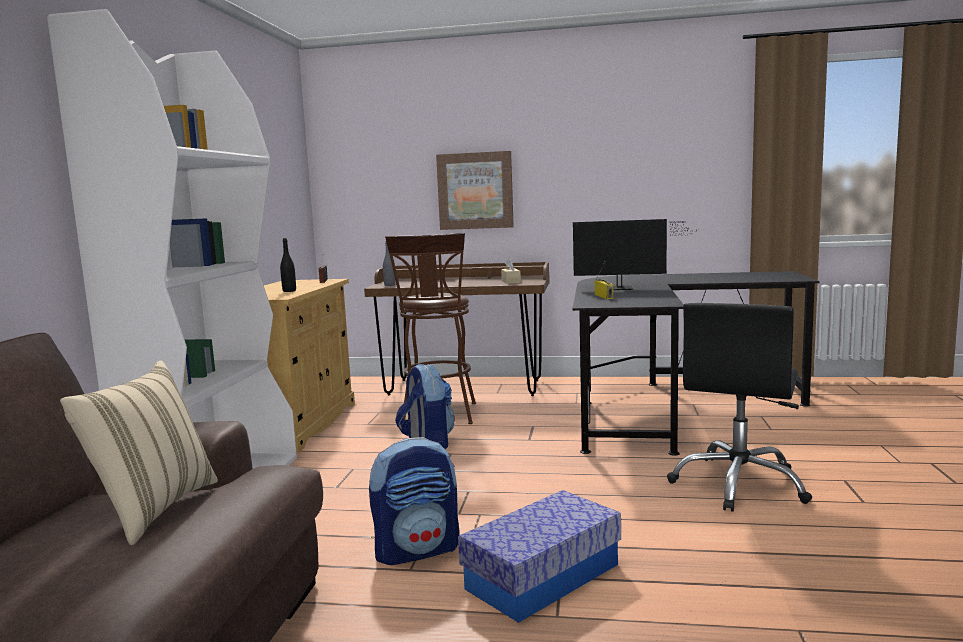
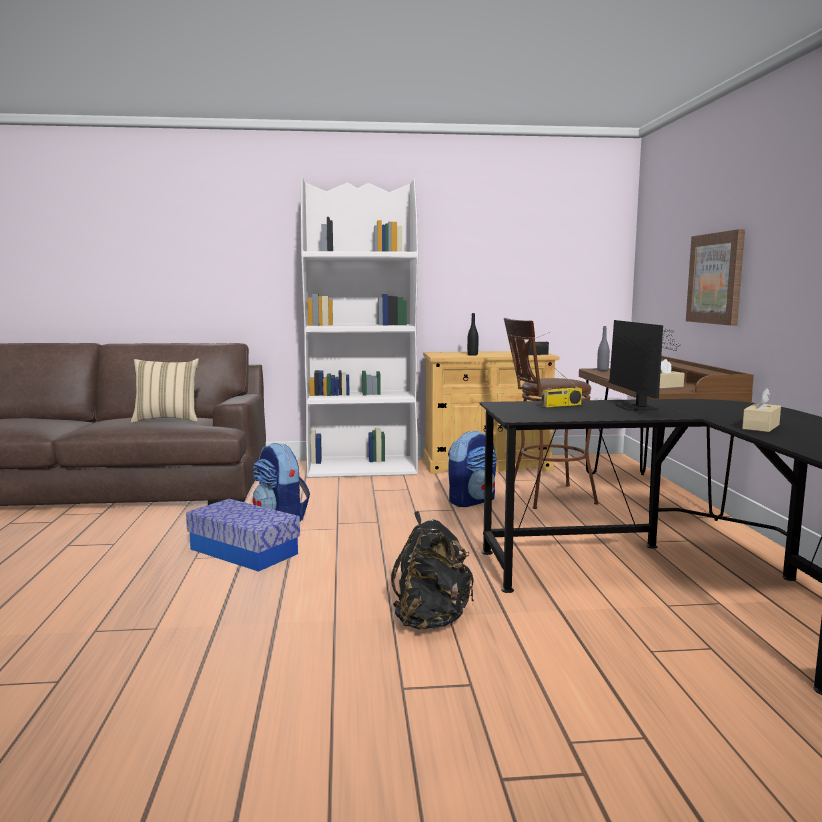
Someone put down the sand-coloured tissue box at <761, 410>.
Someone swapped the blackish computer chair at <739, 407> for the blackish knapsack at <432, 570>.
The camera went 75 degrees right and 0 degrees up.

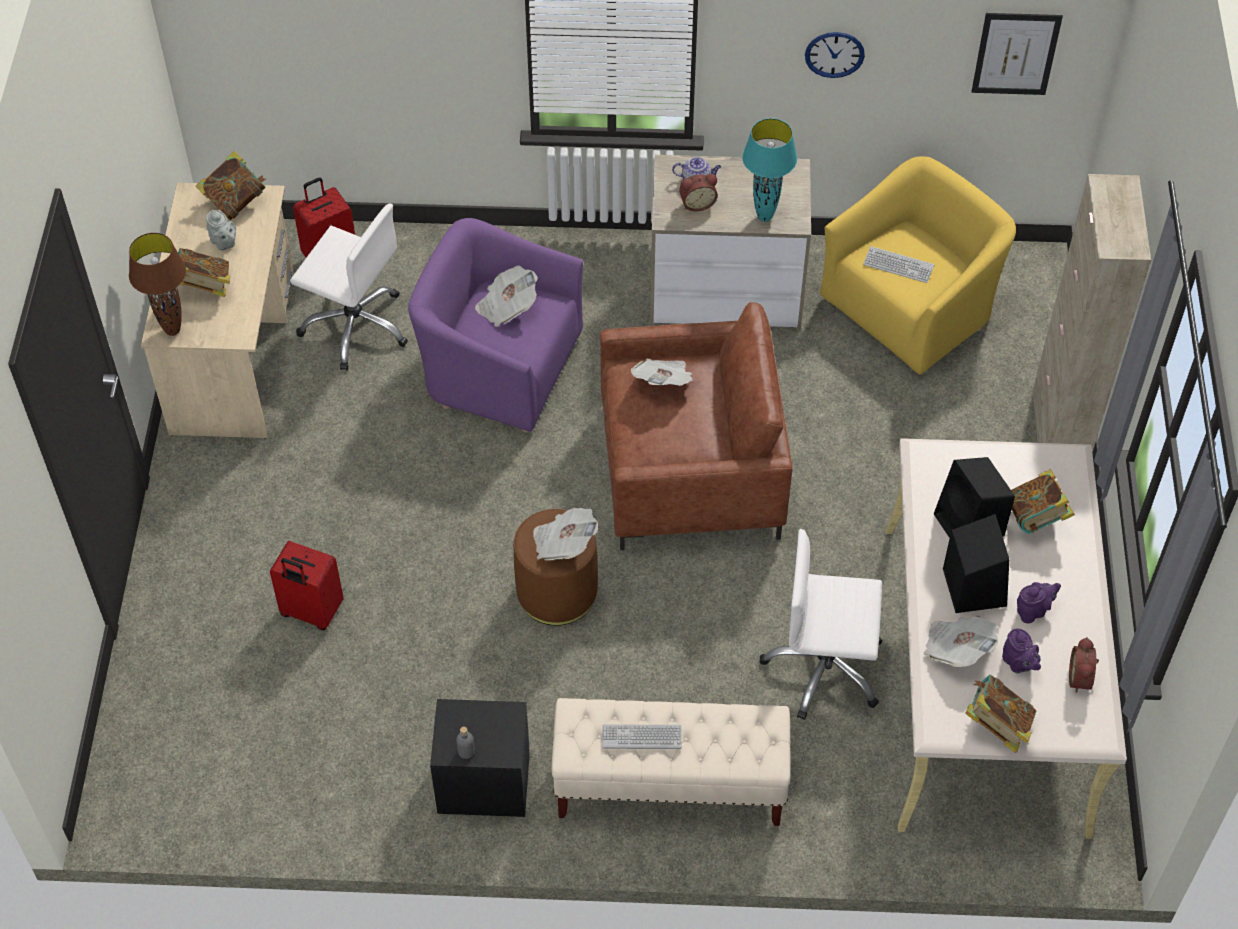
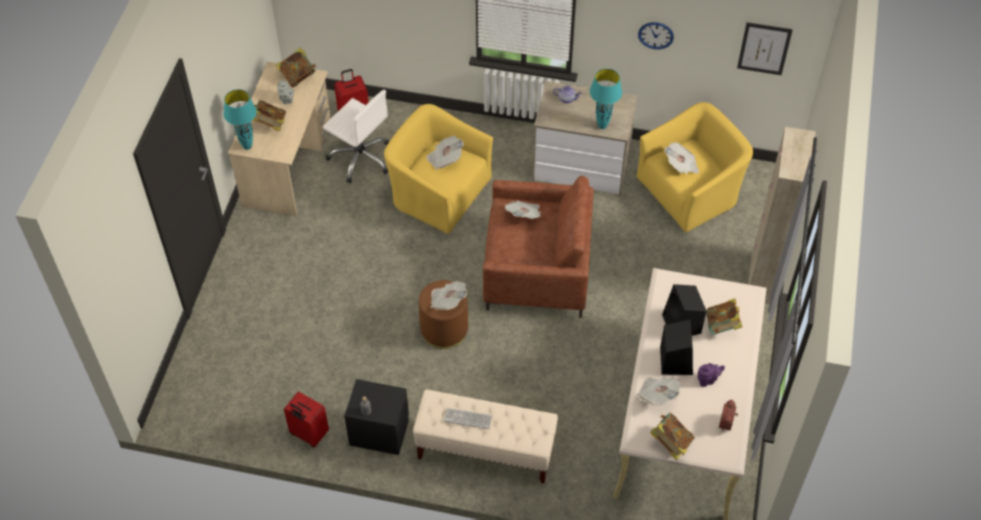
Someone took away the alarm clock at <698, 192>.
Someone took away the whitish computer chair at <821, 624>.
Someone took away the purple pot for tea at <1021, 650>.
Someone carried the reddish suitcase from <307, 585> to <306, 419>.
Someone swapped the PC keyboard at <898, 264> for the daily paper at <682, 158>.
Someone repainted the brownish lamp for a table at <157, 284>, which became the turquoise-coloured lamp for a table at <240, 119>.
Someone repainted the purple lounge chair at <495, 325>, which became the yellowish lounge chair at <438, 169>.
The camera went 10 degrees right and 0 degrees up.

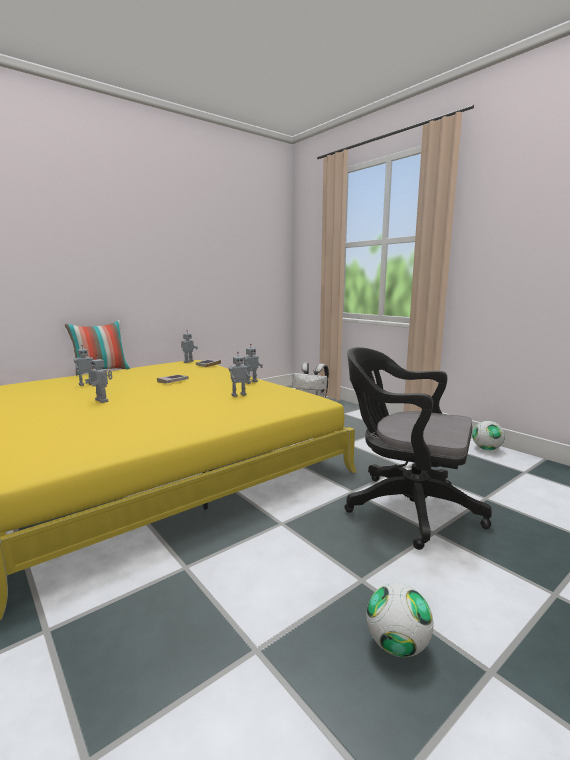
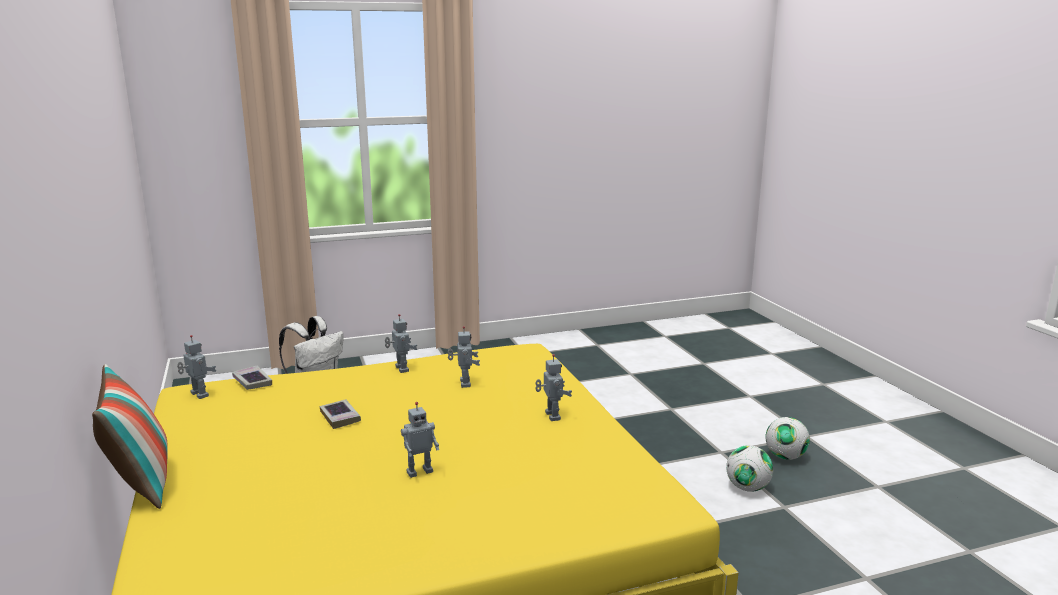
Someone took away the blackish computer chair at <418, 448>.
Someone carried the toy robot from <84, 365> to <553, 387>.
Someone carried the football ball from <488, 435> to <749, 468>.
The camera went 70 degrees left and 5 degrees up.

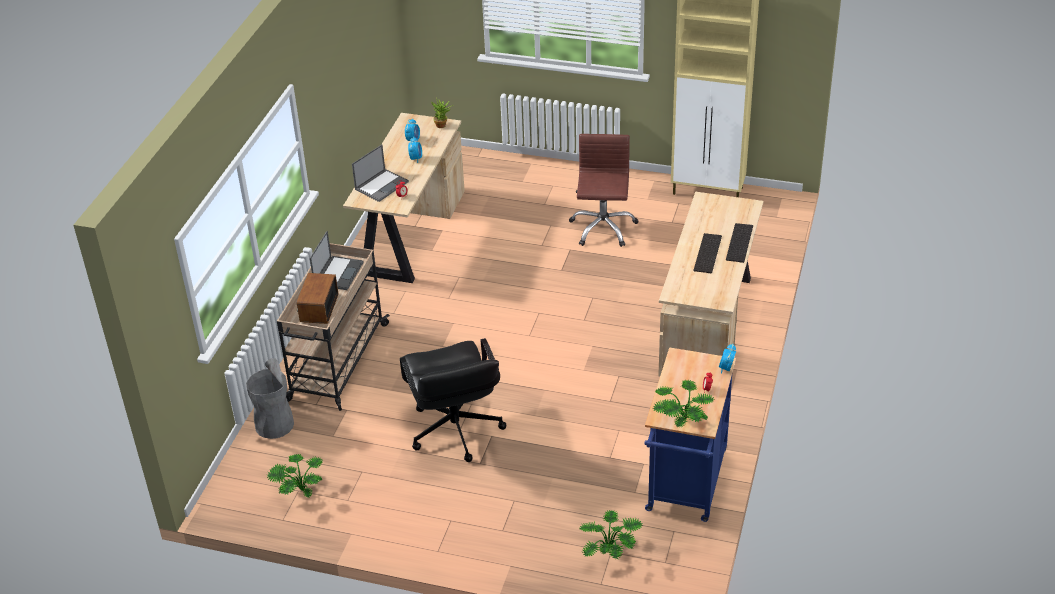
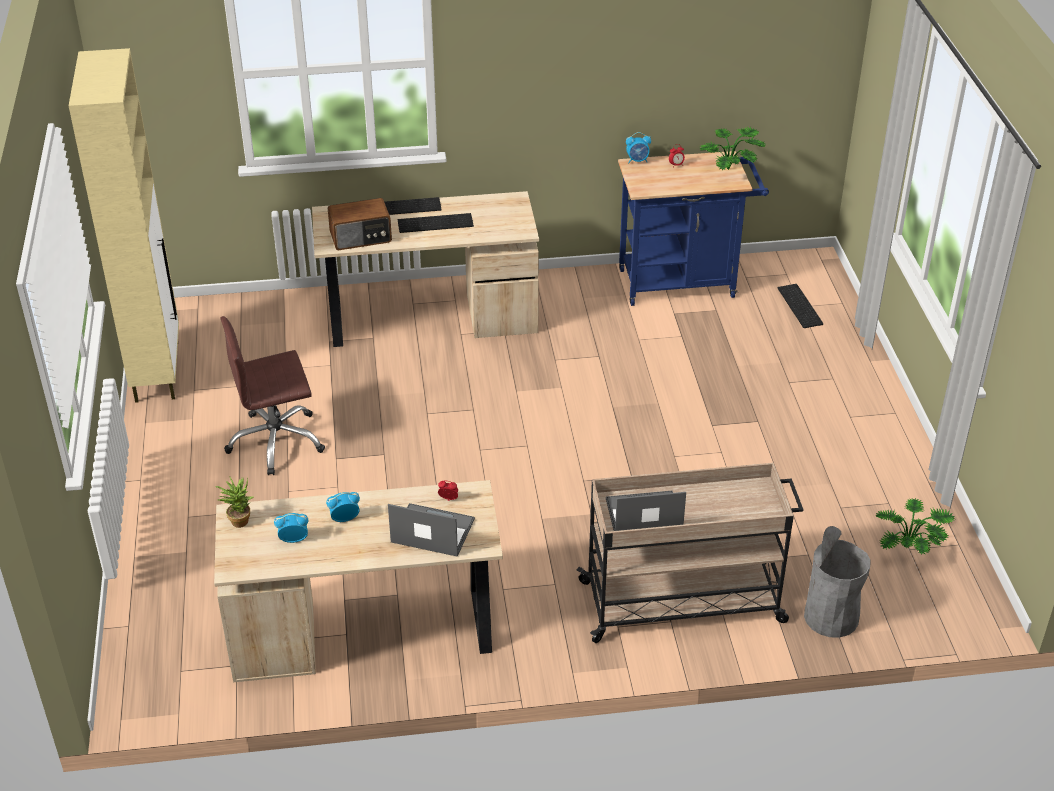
Someone took away the blackish computer chair at <453, 400>.
Someone carried the radio receiver from <317, 298> to <360, 224>.
Someone swapped the houseplant at <611, 534> for the PC keyboard at <800, 306>.
The camera went 115 degrees left and 0 degrees up.

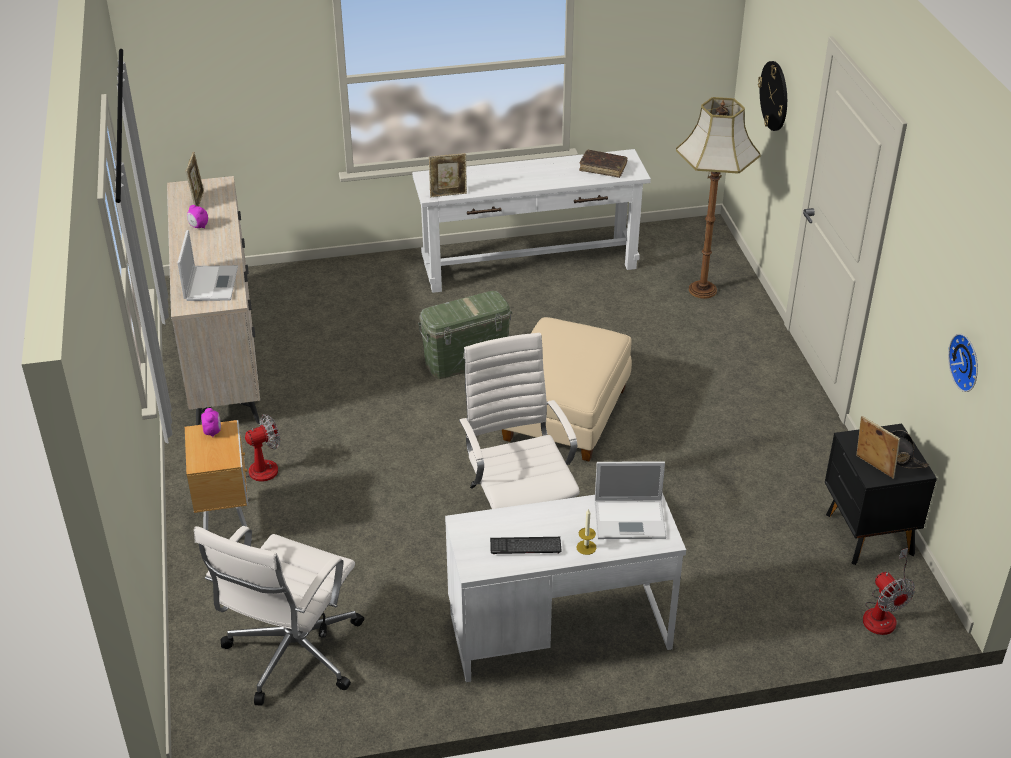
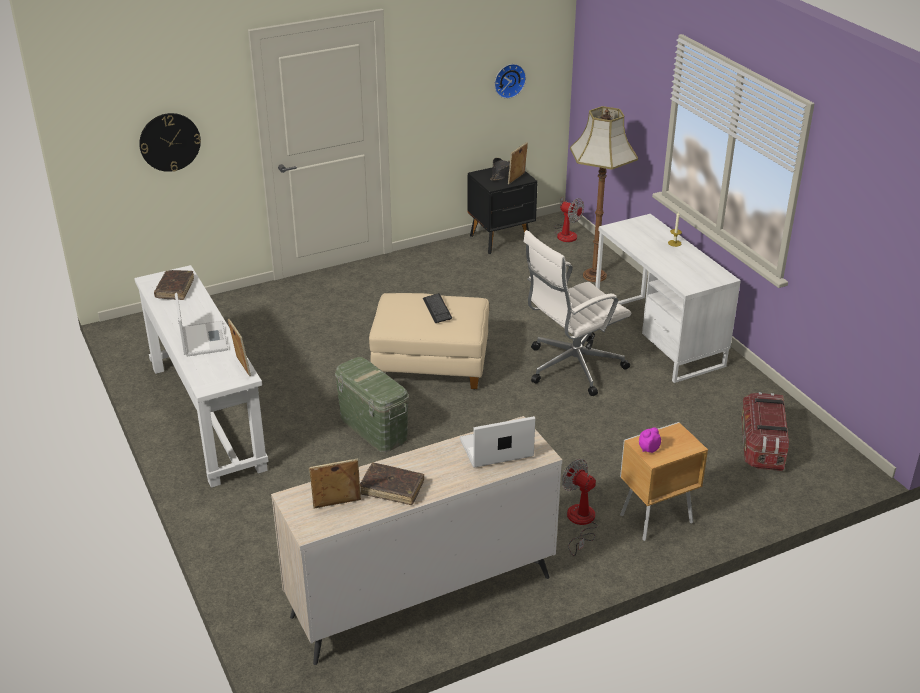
Someone carried the PC keyboard from <526, 546> to <437, 308>.
Someone carried the portable computer from <630, 500> to <201, 325>.
Someone carried the standing lamp from <718, 198> to <604, 194>.
Someone swapped the alarm clock at <197, 217> for the brownish book at <392, 484>.
Someone swapped the whitish computer chair at <279, 616> for the storage box at <765, 431>.
Someone rotated the fan at <889, 591> by 75 degrees clockwise.
The camera went 105 degrees left and 5 degrees down.

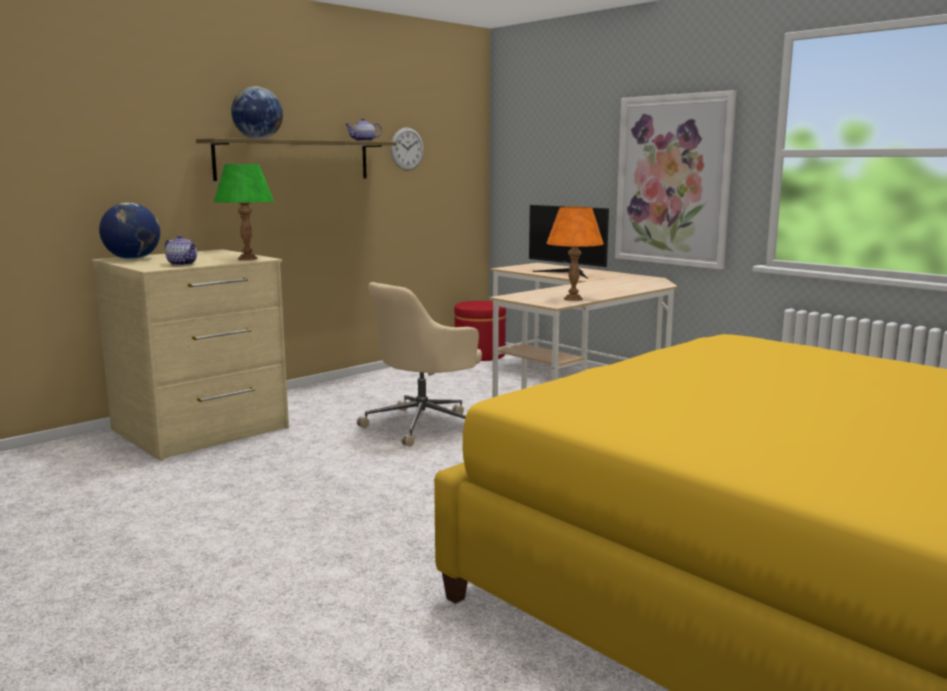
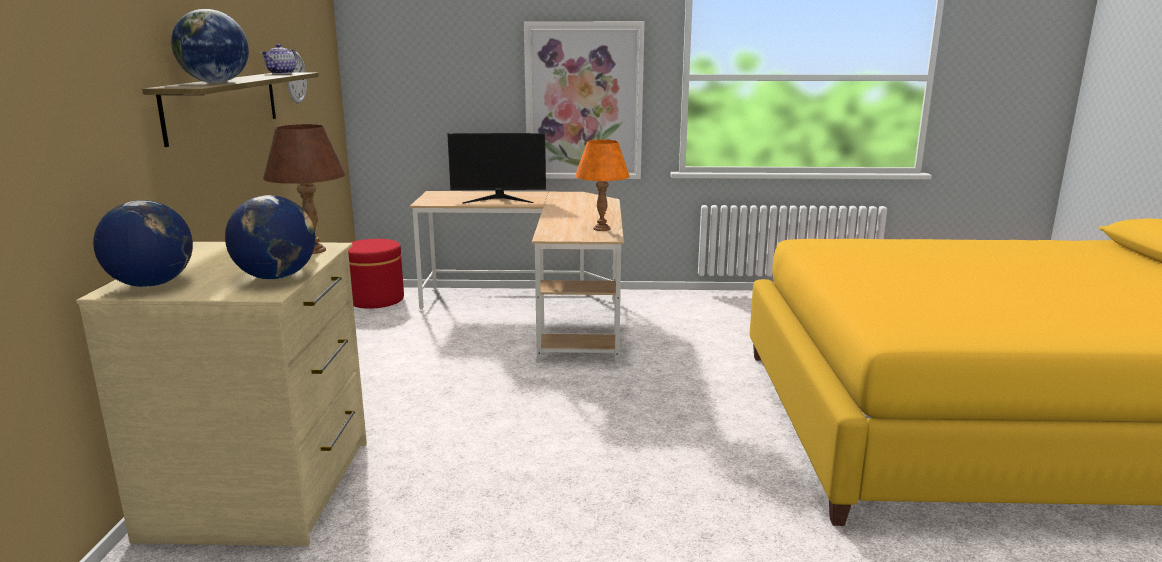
Someone took away the sand-coloured computer chair at <419, 364>.
Someone swapped the pot for tea at <181, 250> for the world globe at <270, 237>.
Someone repainted the greenish lamp for a table at <244, 212>, which became the brownish lamp for a table at <304, 189>.
The camera went 45 degrees left and 5 degrees up.

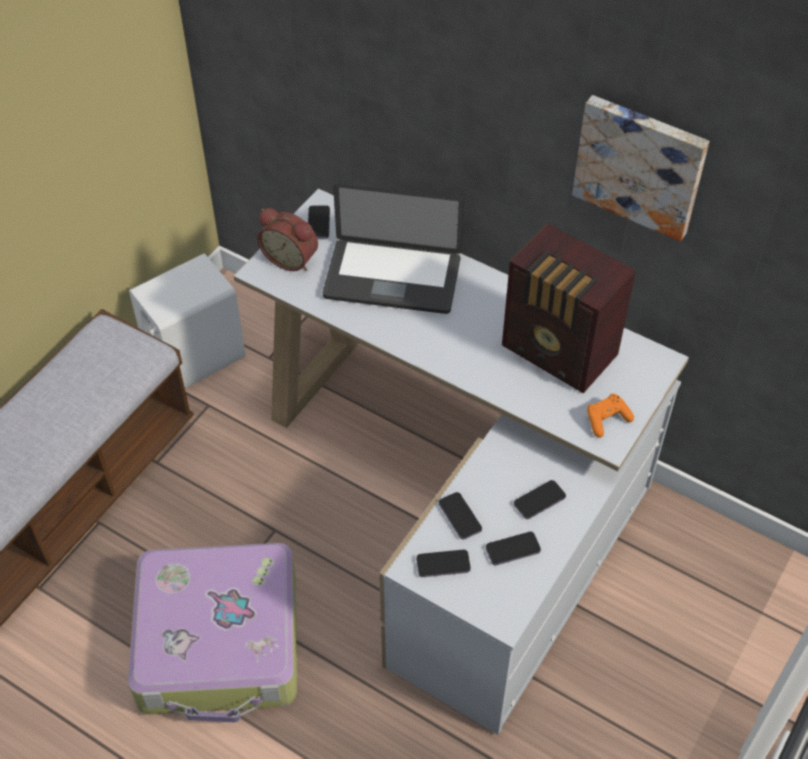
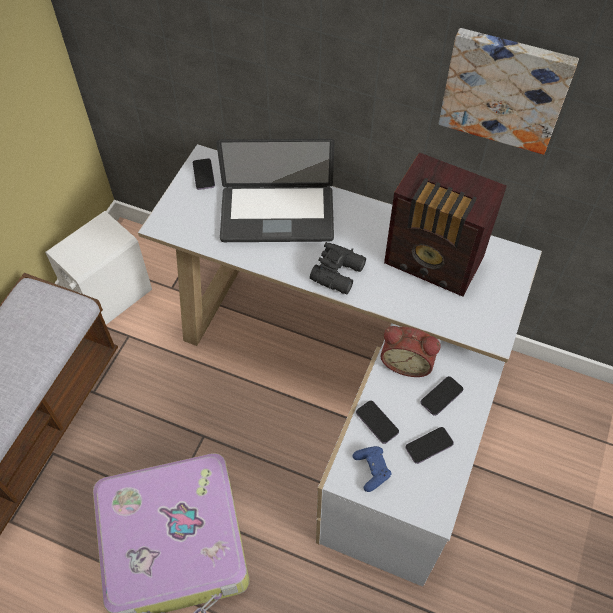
Someone took away the orange joypad at <610, 416>.
Someone put down the blackish binoculars at <338, 268>.
Someone carried the alarm clock from <287, 239> to <410, 351>.
Someone swapped the phone at <443, 563> for the blue joypad at <372, 469>.
The camera went 10 degrees left and 5 degrees up.

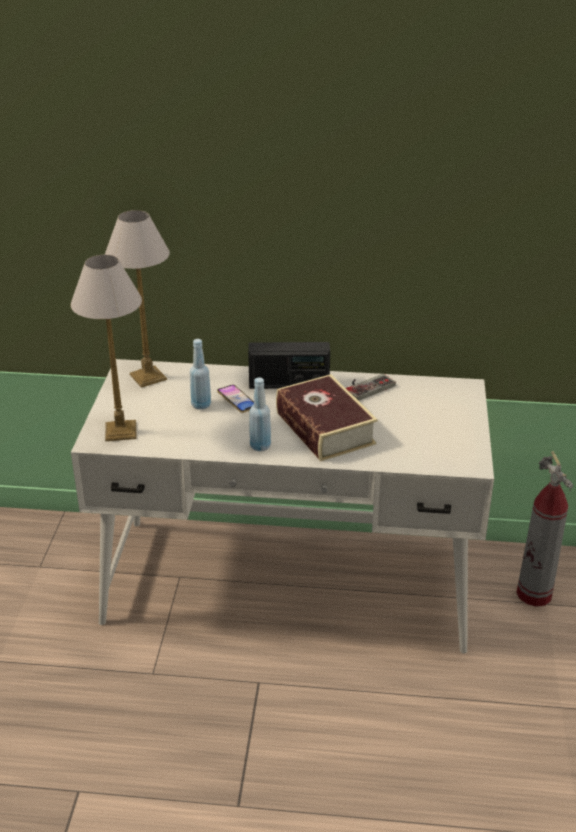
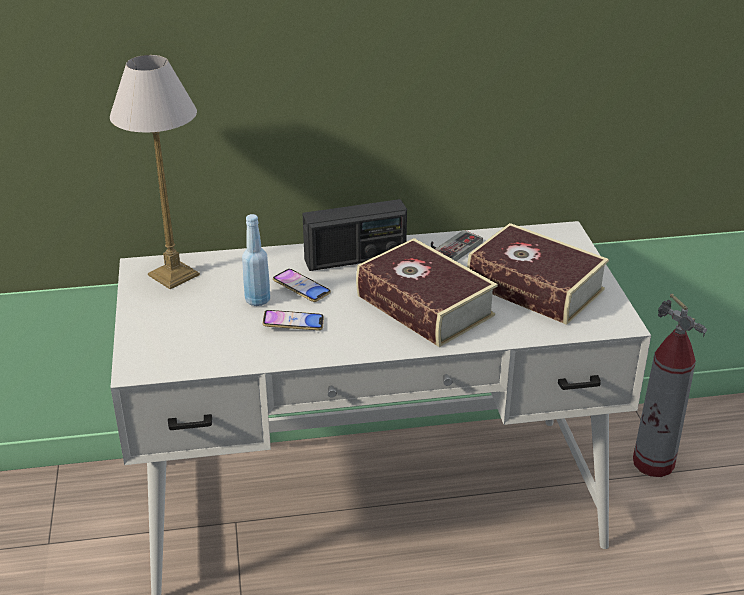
Someone took away the lamp for a table at <106, 348>.
Someone took away the blue beverage bottle at <260, 414>.
Someone put down the phone at <293, 320>.
Someone put down the book at <538, 274>.
The camera went 15 degrees left and 0 degrees up.

